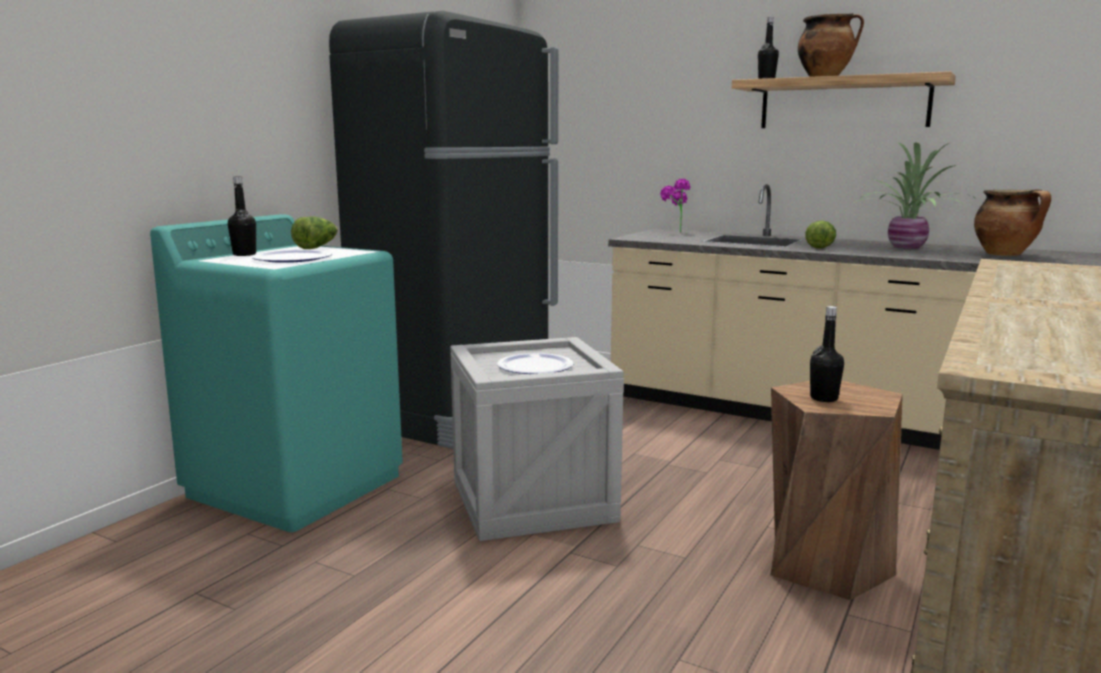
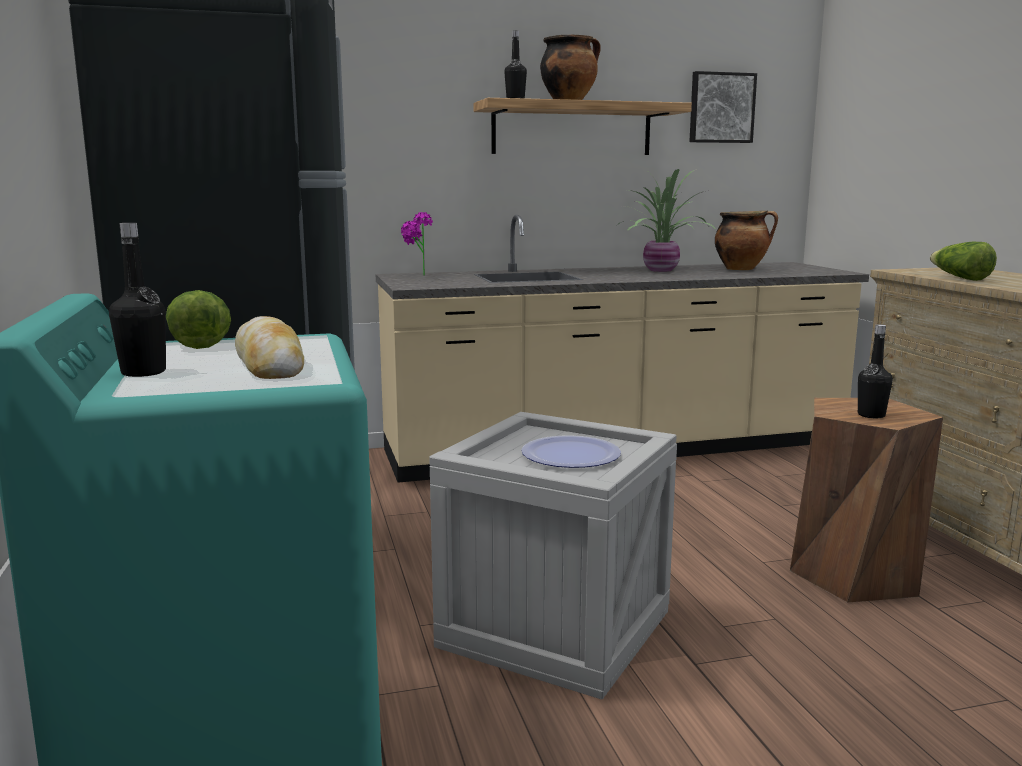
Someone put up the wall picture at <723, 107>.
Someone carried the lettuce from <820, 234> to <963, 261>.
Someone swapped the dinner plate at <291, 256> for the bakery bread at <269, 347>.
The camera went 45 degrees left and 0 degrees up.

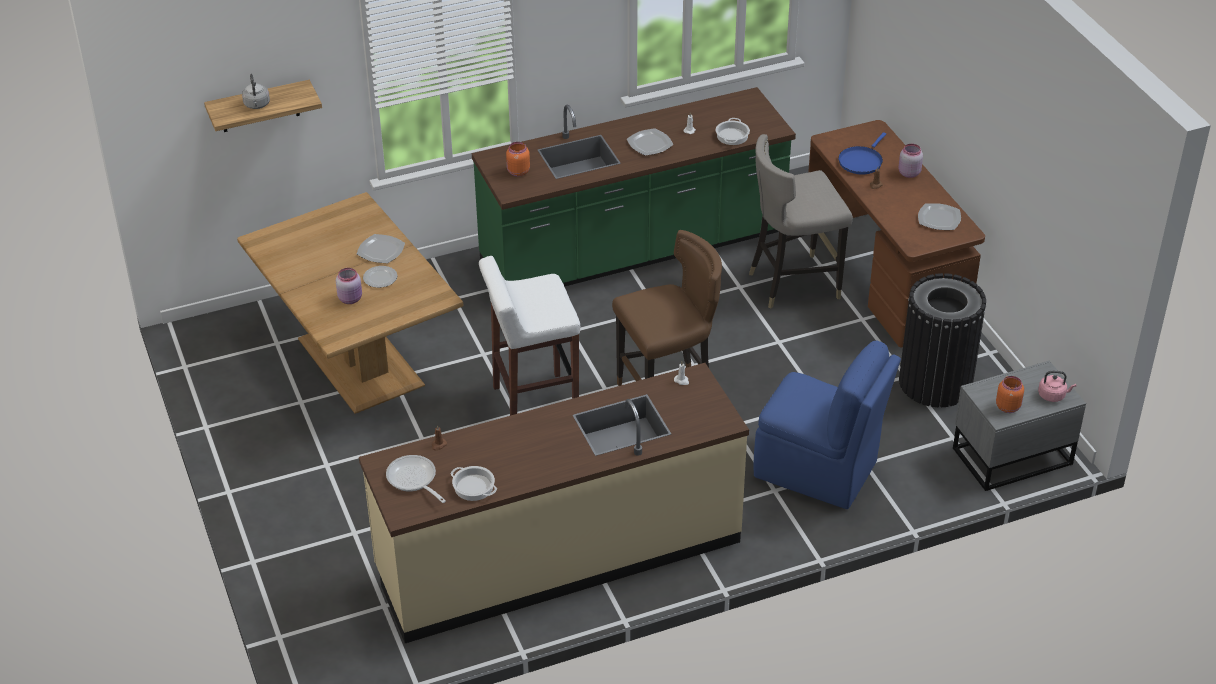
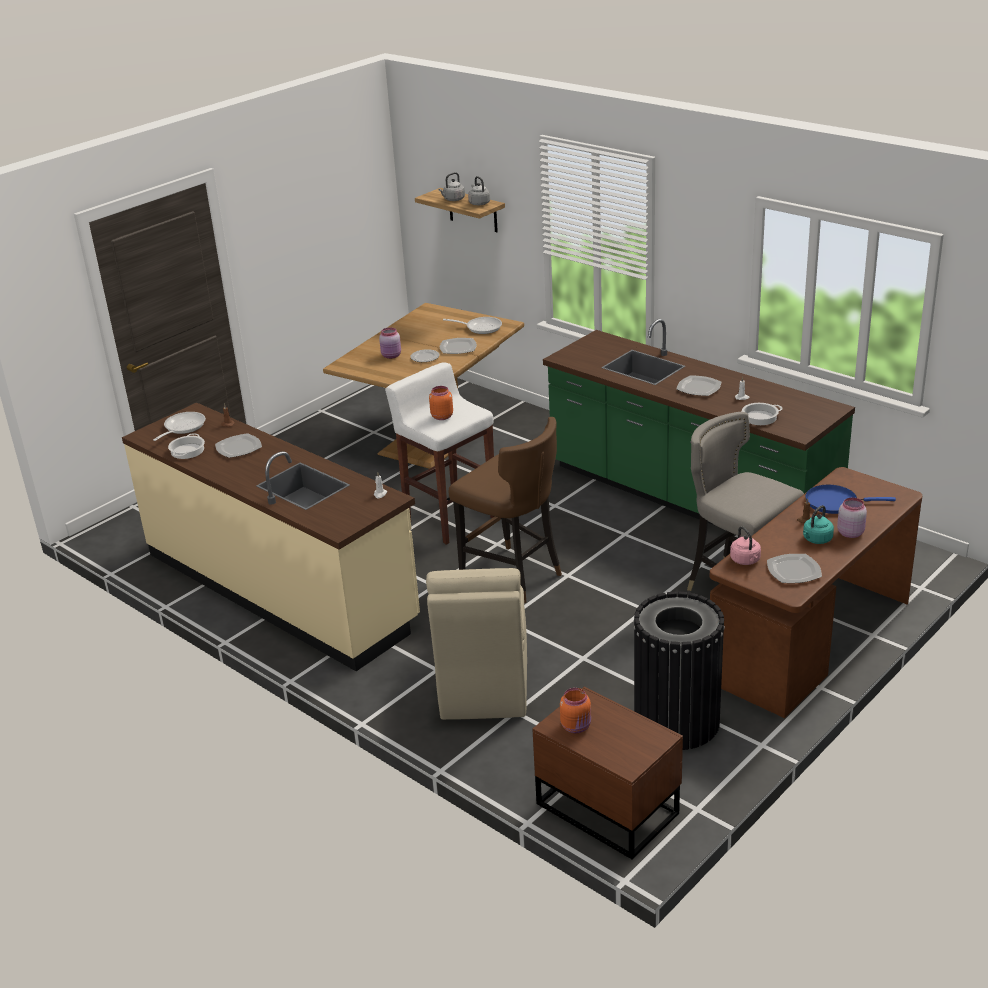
Someone put down the dinner plate at <238, 445>.
Someone put down the pan at <472, 325>.
Someone put down the greyish tea kettle at <479, 190>.
Someone put down the turquoise-coloured tea kettle at <818, 524>.
Someone carried the orange preserve jar from <518, 159> to <441, 403>.
Someone carried the pink tea kettle from <1057, 386> to <745, 545>.
Someone repainted the blue chair at <827, 425>, which became the sand-coloured chair at <476, 644>.
Someone repainted the greyish night table at <1019, 426>, which became the brownish night table at <607, 772>.
The camera went 65 degrees right and 10 degrees down.

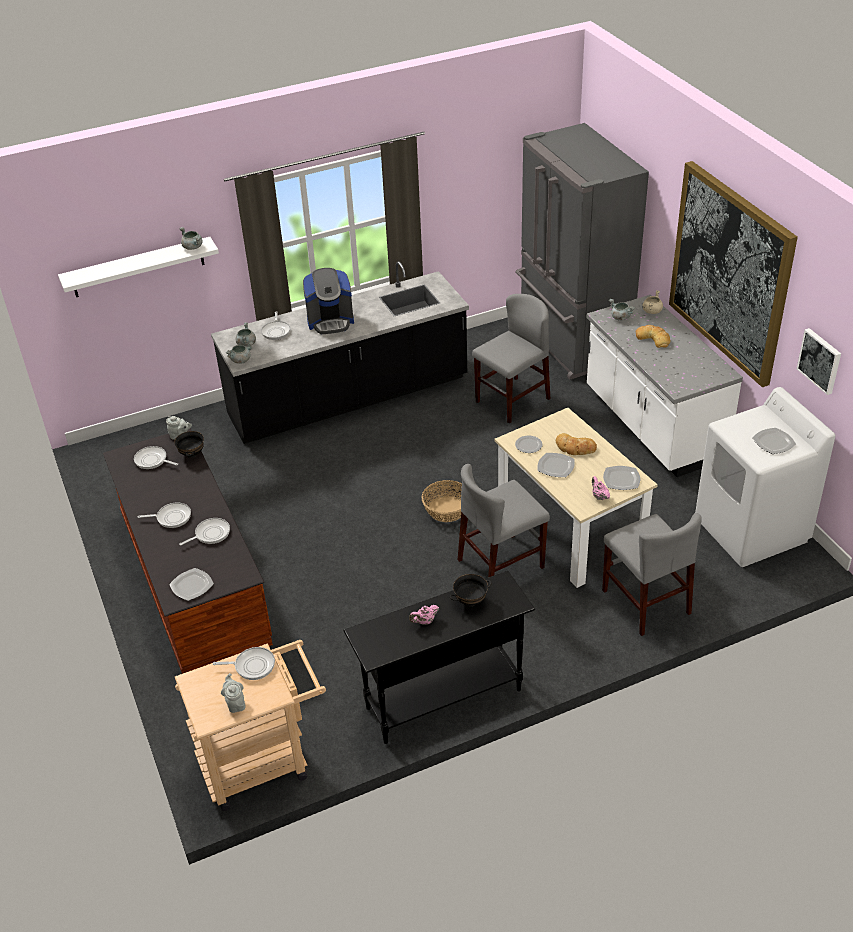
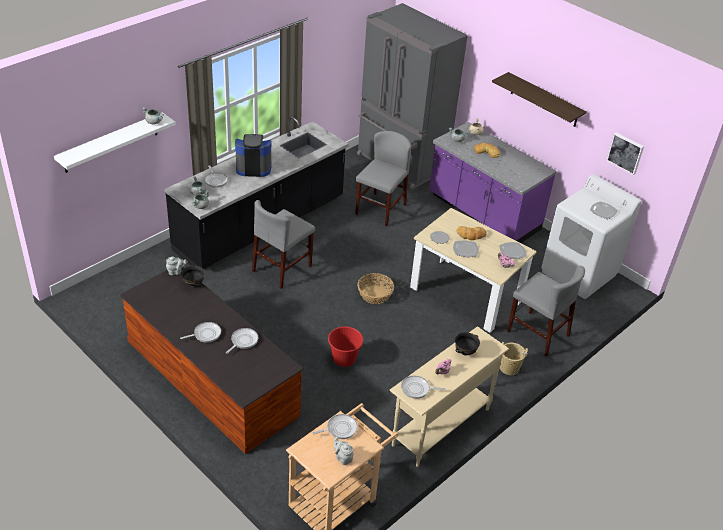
Someone took away the dinner plate at <191, 584>.
Someone put down the reddish bucket at <346, 346>.
Someone put down the sand-coloured bucket at <514, 358>.
Someone carried the pan from <156, 457> to <423, 387>.
Someone carried the greyish chair from <504, 520> to <283, 244>.
Someone swapped the wall picture at <733, 274> for the shelf at <539, 99>.
Someone repainted the blackish narrow table at <439, 657>, which became the sand-coloured narrow table at <449, 396>.
Someone repainted the whitish counter at <664, 386>, which became the purple counter at <493, 182>.
Someone rotated the coffee machine at <328, 301> by 150 degrees counterclockwise.
The camera went 25 degrees left and 0 degrees up.

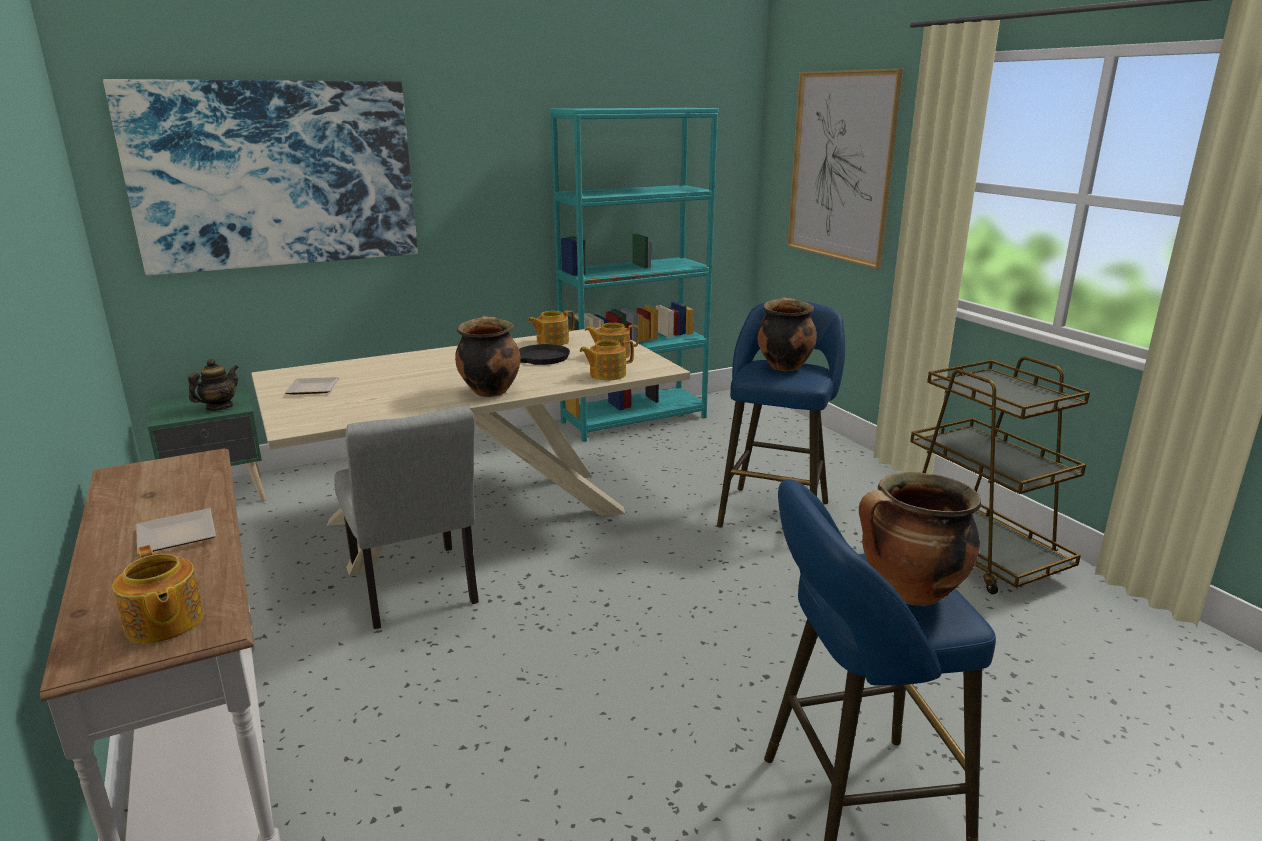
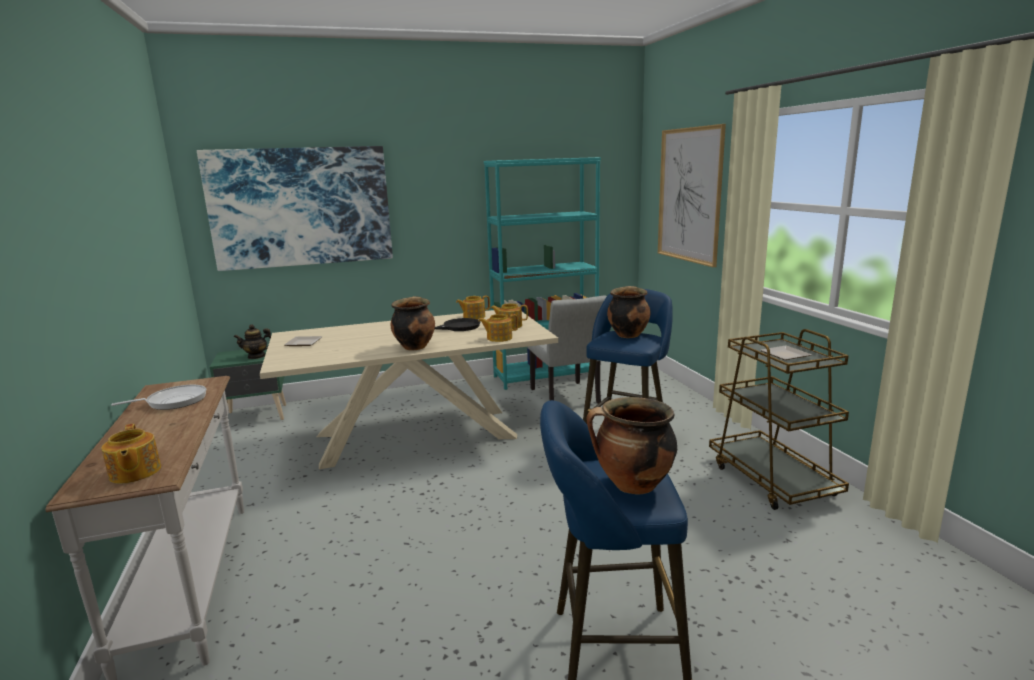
Someone put down the pan at <158, 397>.
Someone carried the dinner plate from <176, 531> to <786, 353>.
Someone carried the greyish chair from <406, 517> to <567, 350>.
Someone rotated the pot for tea at <213, 385> by 150 degrees counterclockwise.
The camera went 10 degrees right and 5 degrees down.

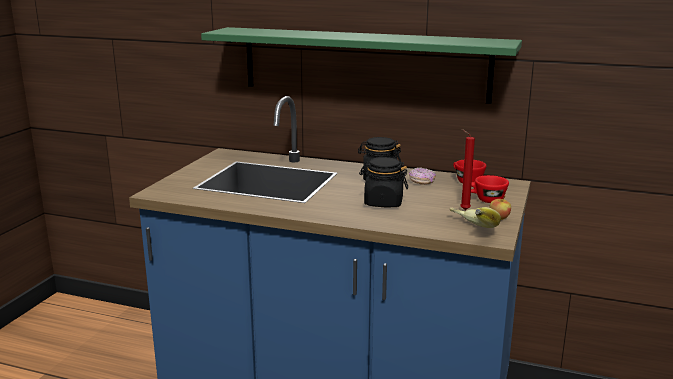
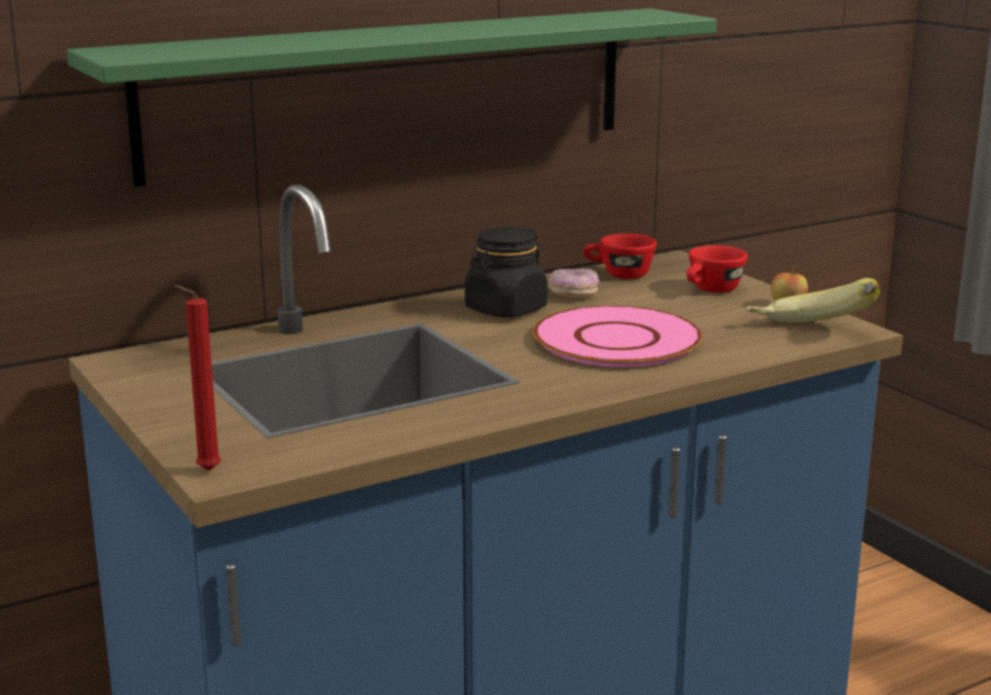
Someone carried the reddish candle from <467, 169> to <197, 378>.
Someone swapped the blackish preserve jar at <383, 182> for the pink dinner plate at <617, 336>.
The camera went 50 degrees left and 0 degrees up.

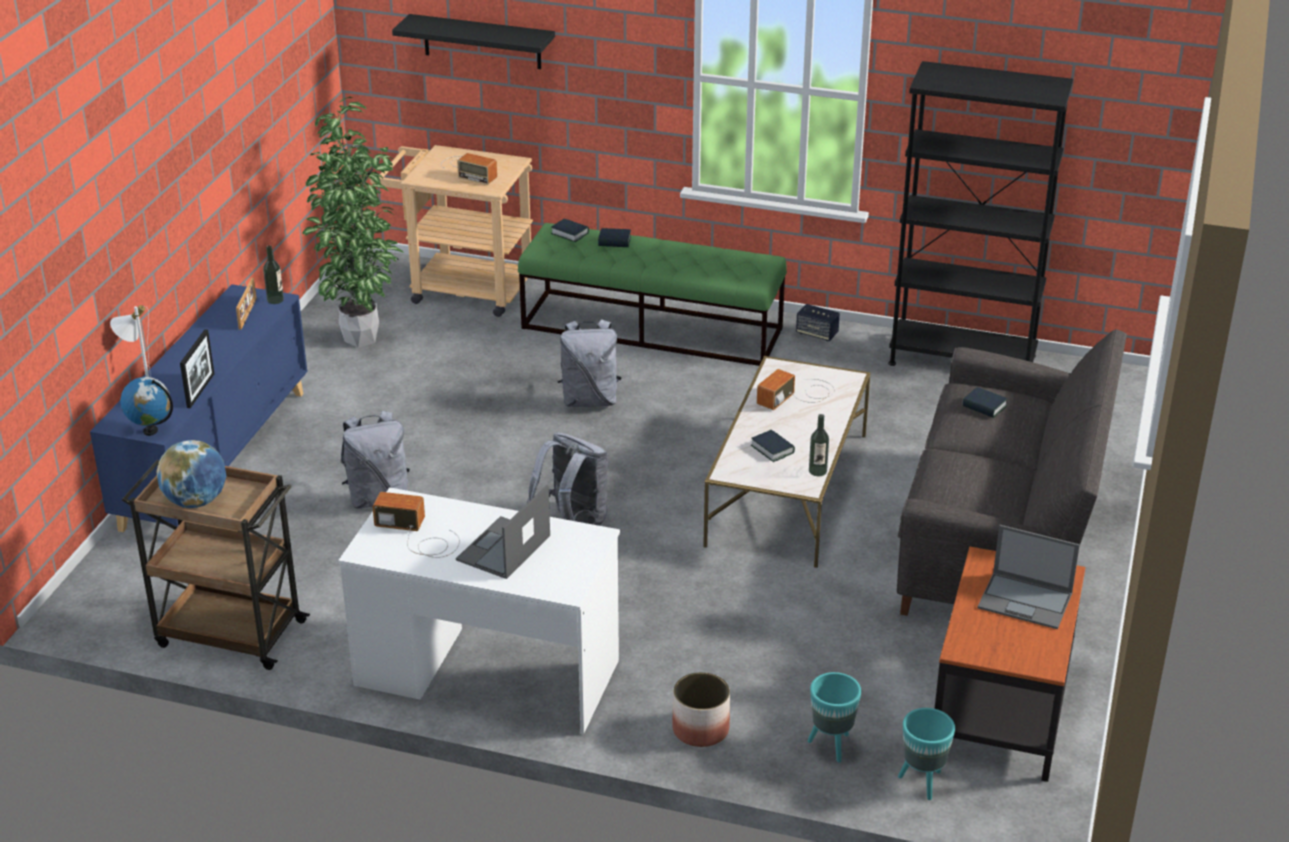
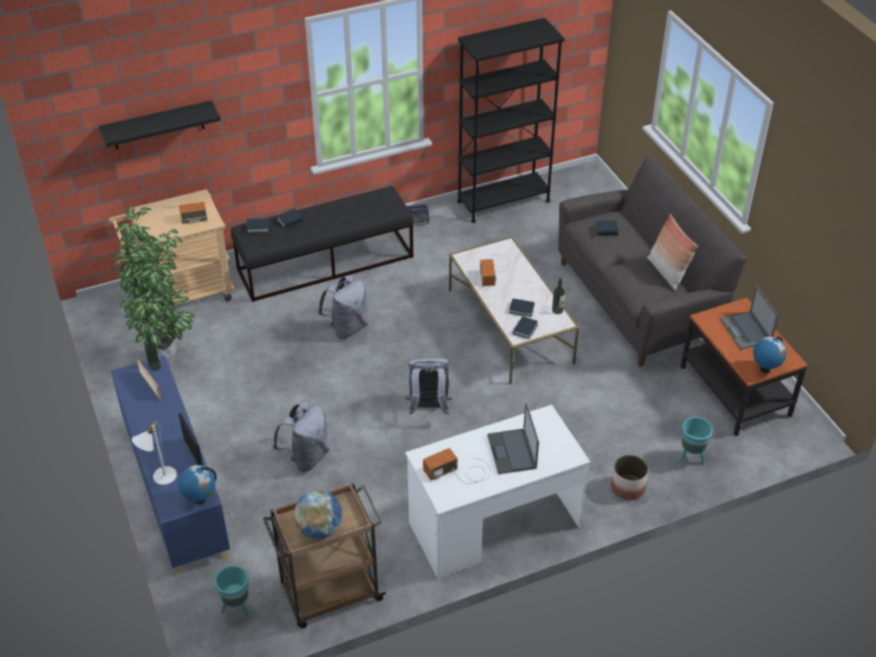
Someone put down the book at <525, 327>.
Someone put down the cushion at <672, 252>.
Someone put down the world globe at <769, 354>.
Someone carried the turquoise-coloured flower pot from <926, 754> to <232, 591>.
Someone repainted the greenish long seat at <652, 294>, which became the blackish long seat at <322, 244>.
Someone rotated the portable computer at <1028, 577> by 90 degrees clockwise.
The camera went 40 degrees left and 10 degrees up.

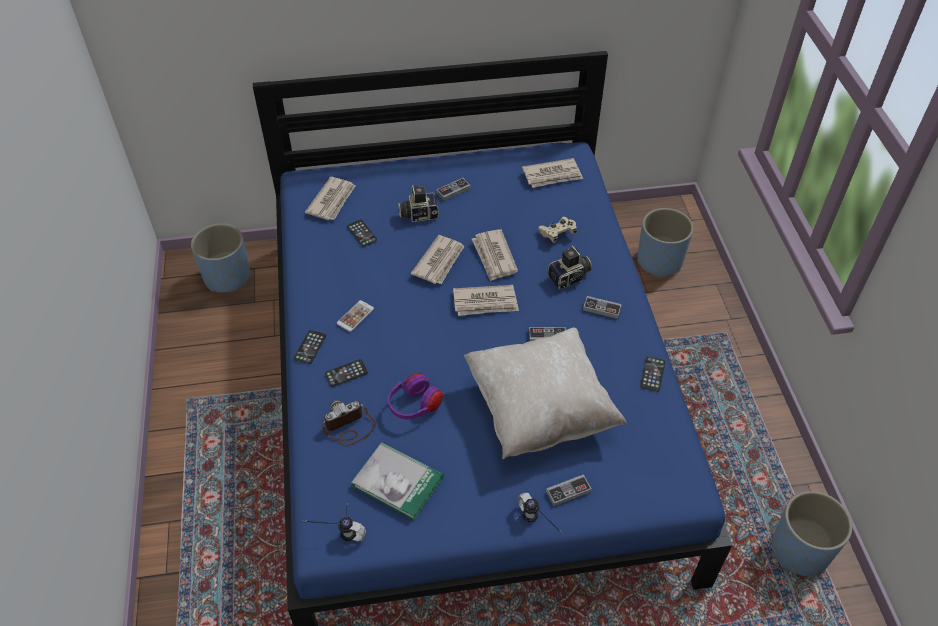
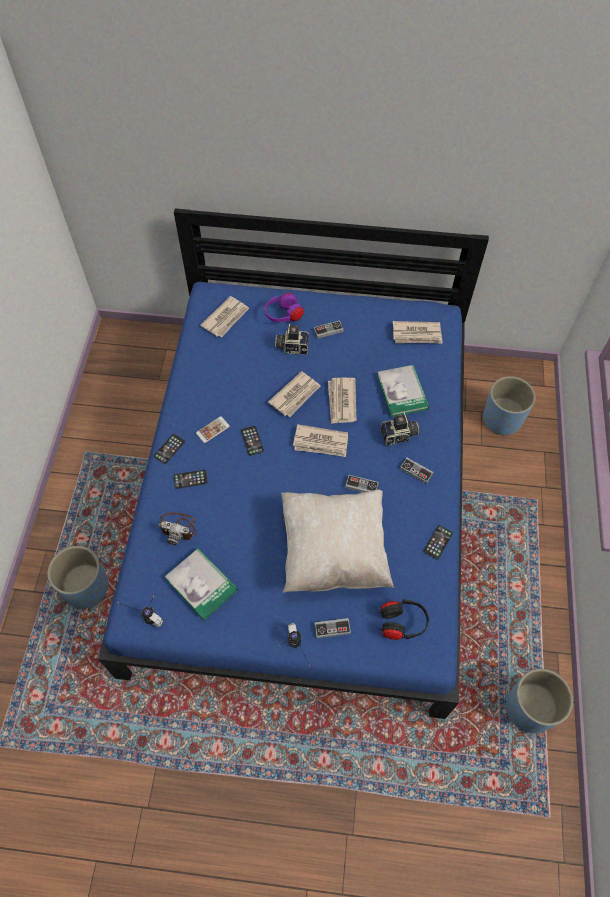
Someone put down the blackish headset at <403, 619>.
Someone carried the blue flower pot from <220, 258> to <78, 577>.
Someone carried the phone from <362, 233> to <252, 441>.
Someone carried the purple headset from <415, 396> to <284, 307>.
Someone swapped the sand-coloured joypad at <557, 230> for the book at <403, 391>.
Someone rotated the photo camera at <349, 423> by 150 degrees counterclockwise.
The camera went 15 degrees right and 10 degrees up.

